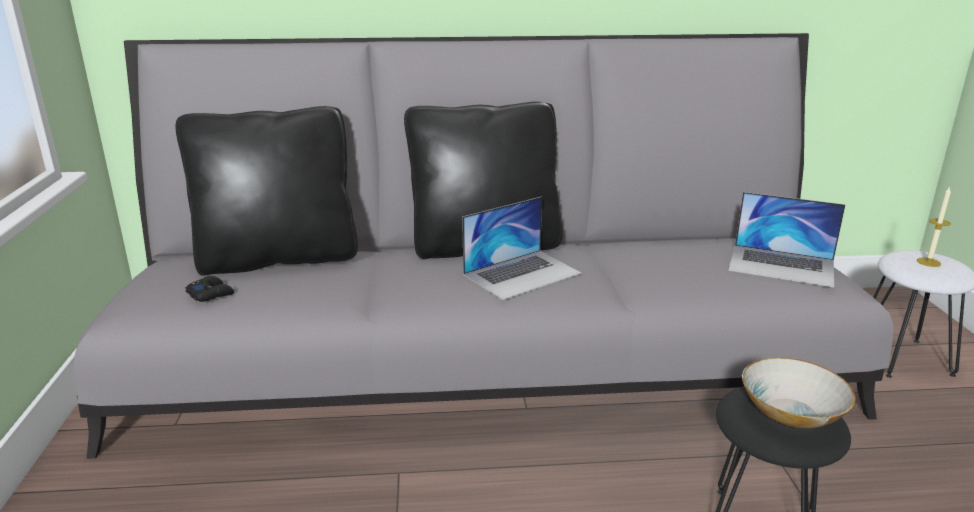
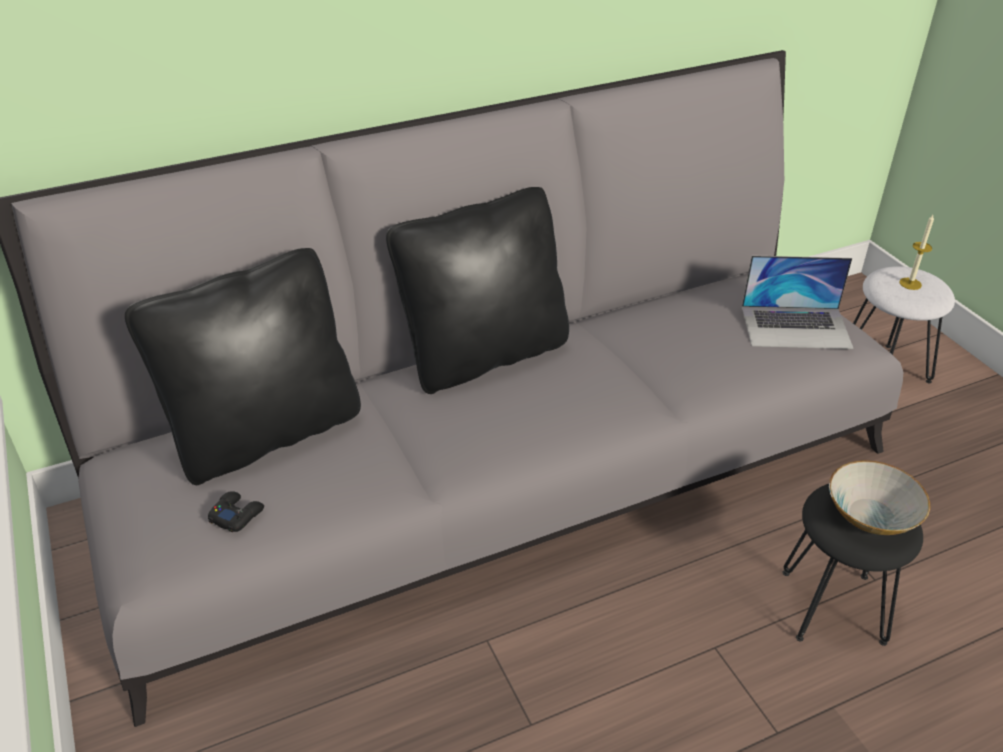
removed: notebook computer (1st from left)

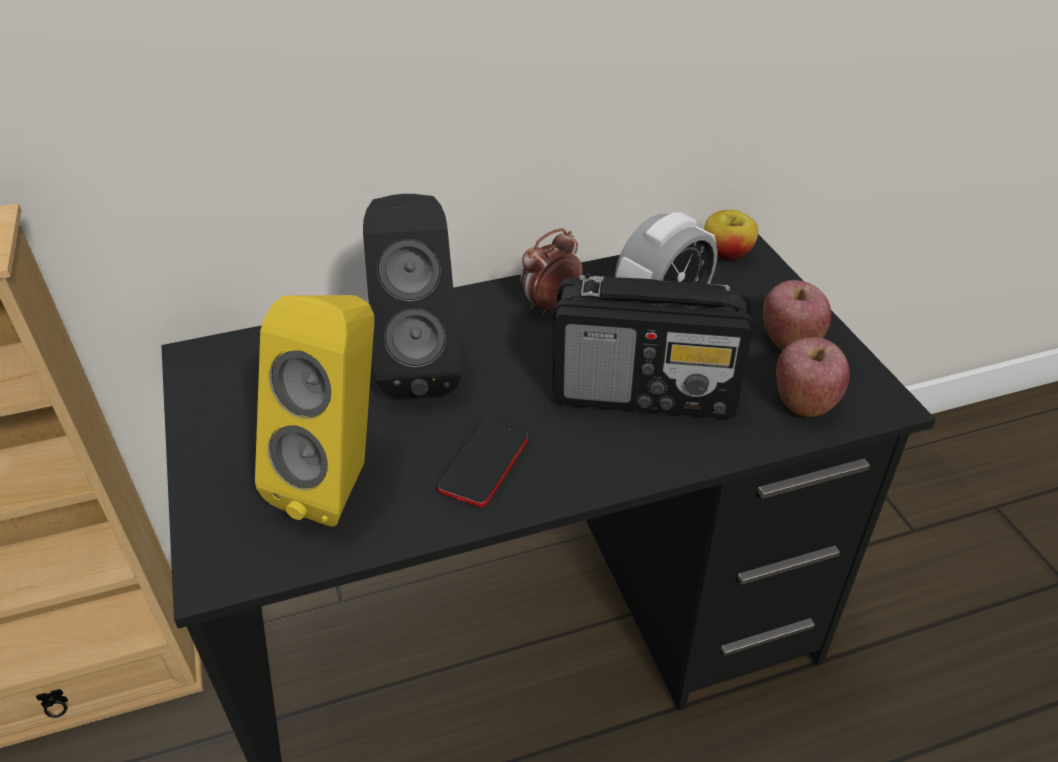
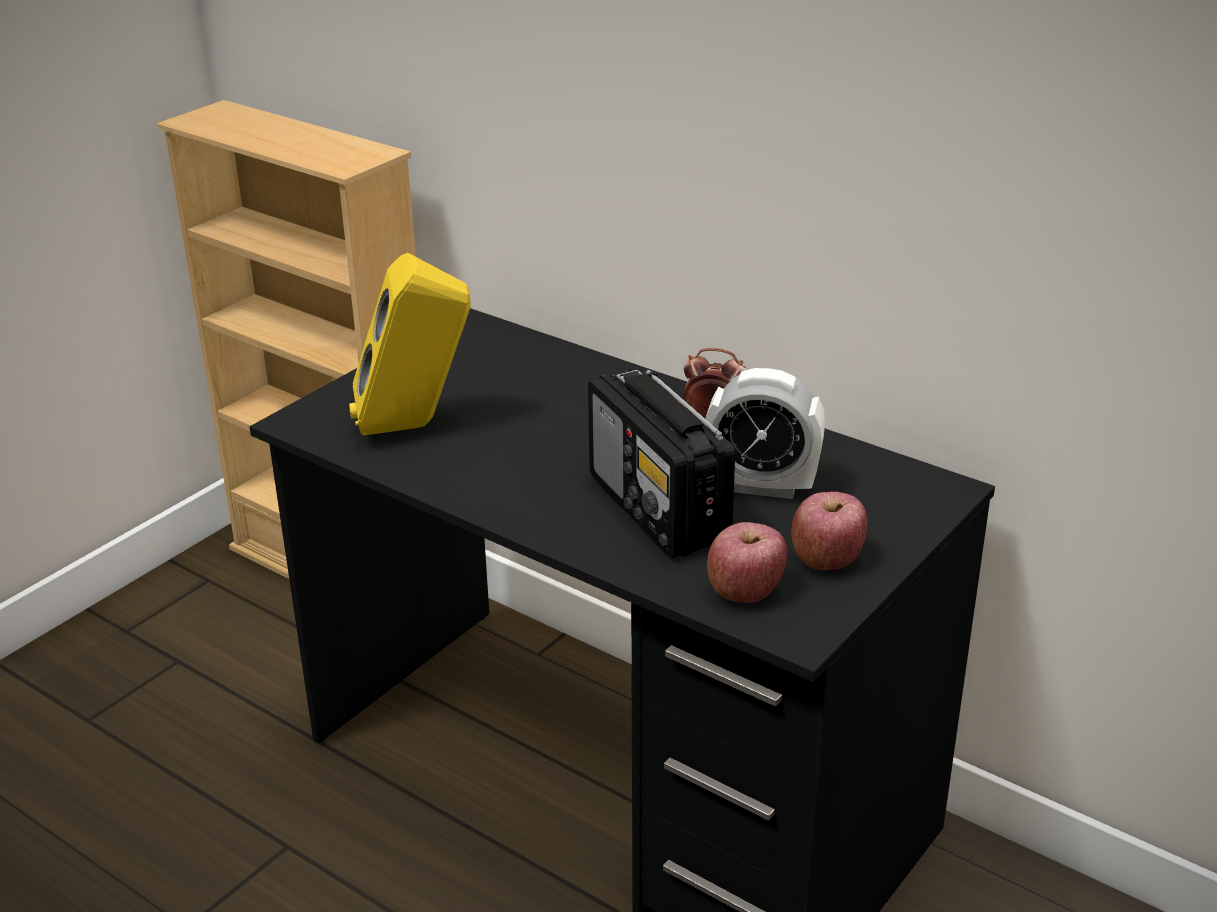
removed: audio speaker/black-coloured; telephone; whole apple (1st from left)

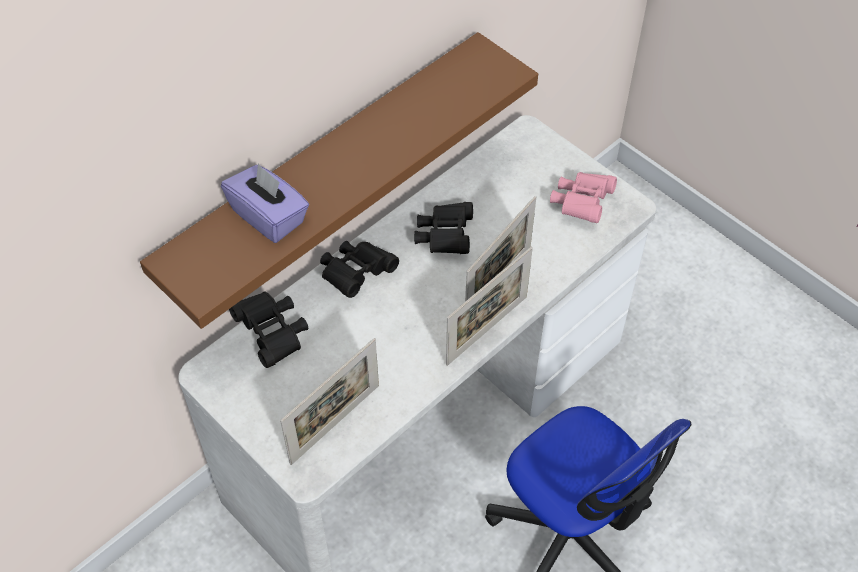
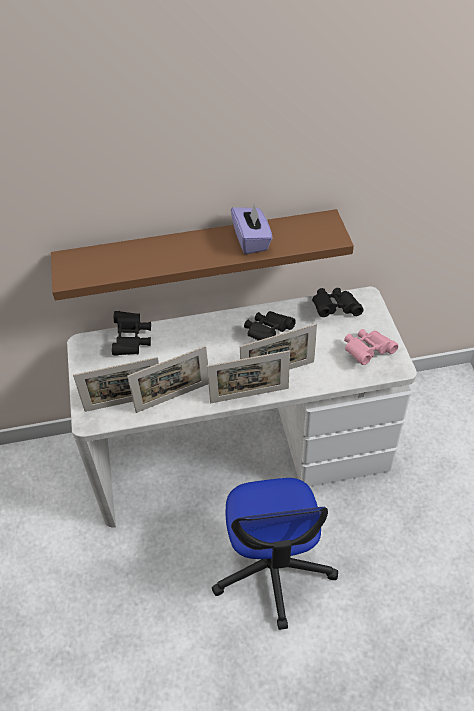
added: standing frame (2nd from left)
moved: tissue box/purplish; binoculars/black-coloured (2nd from left in the first image) to binoculars/black-coloured (3rd from left)

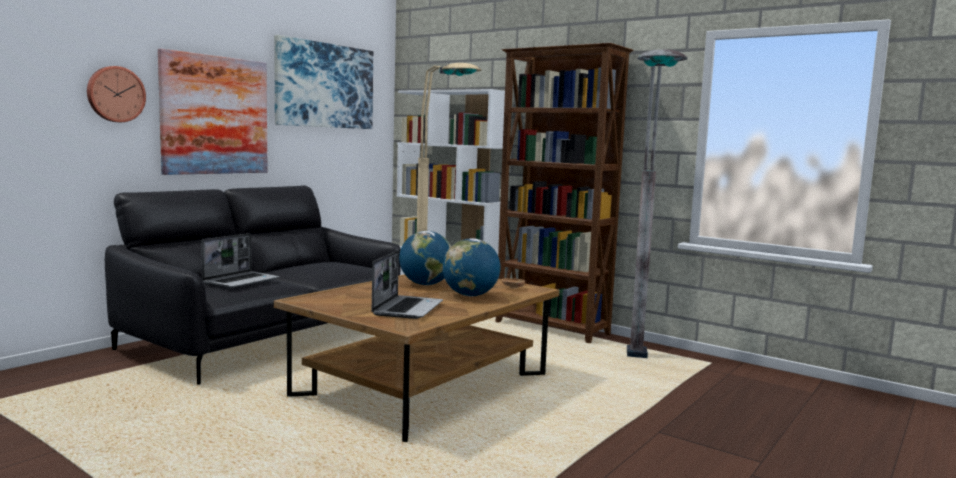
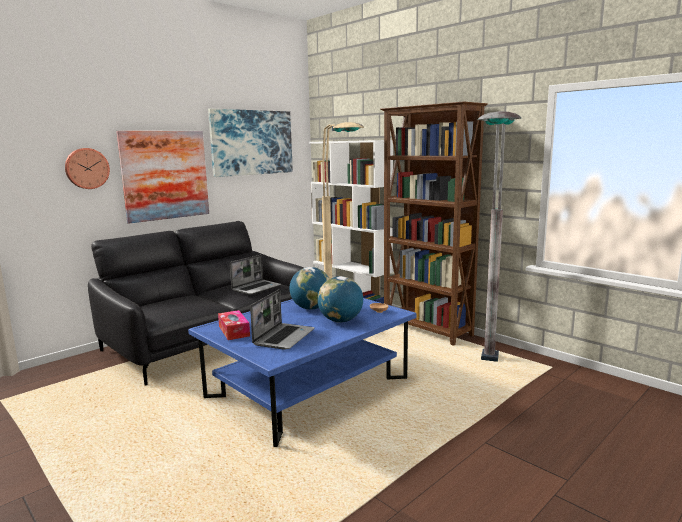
added: tissue box
moved: notebook computer (1st from left)
recoloured: coffee table/brownish to coffee table/blue

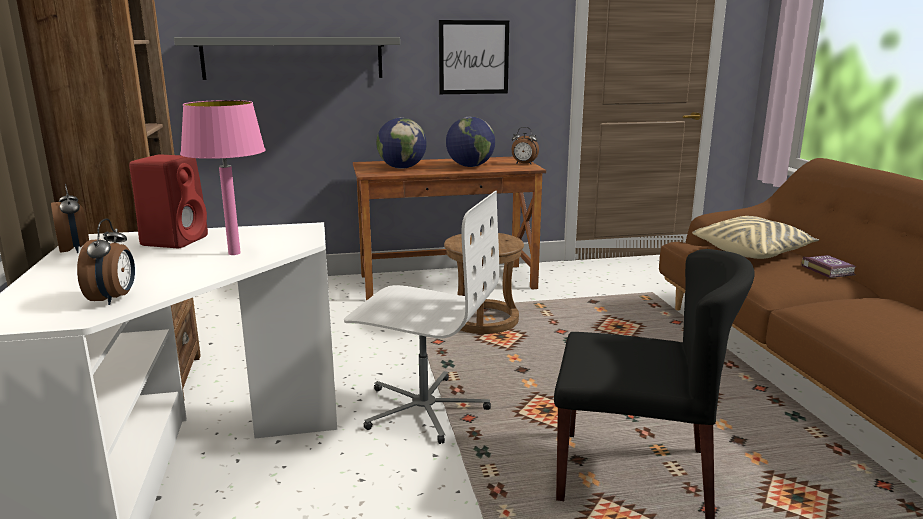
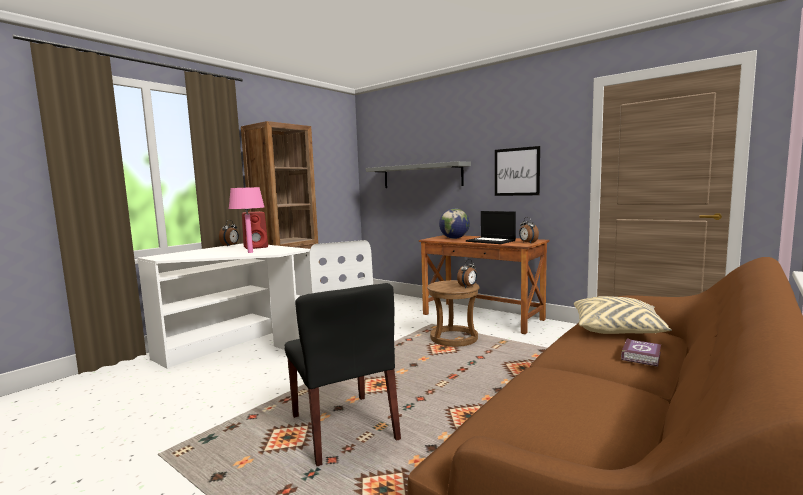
moved: table clock (2nd from left)
replaced: desk globe (2nd from left) to notebook computer

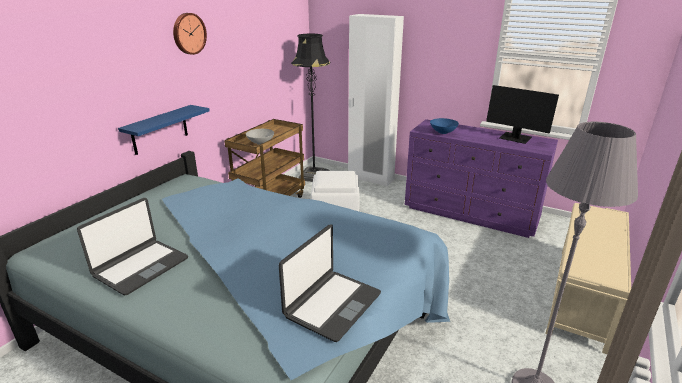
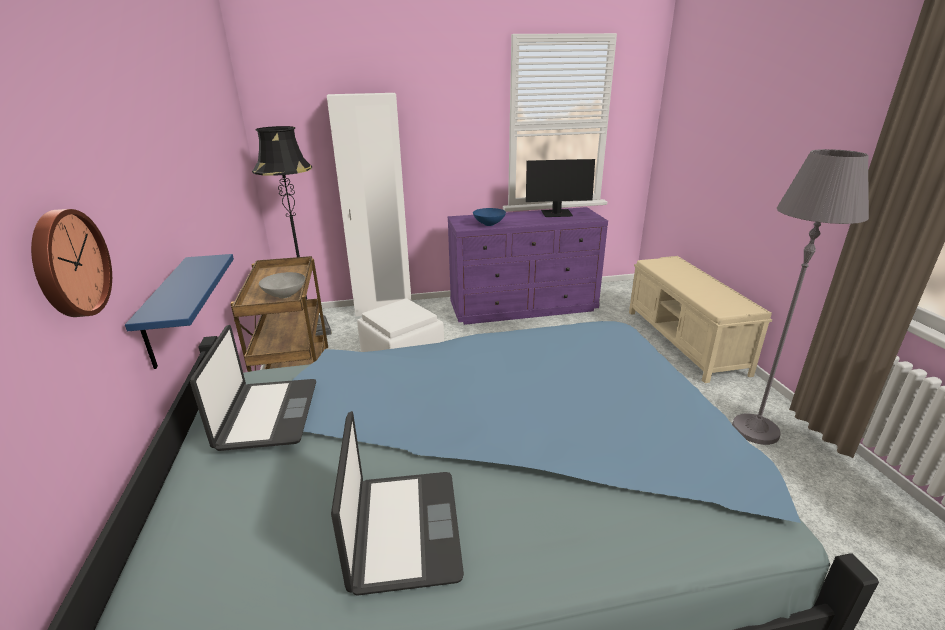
moved: hanging clock; notebook computer (2nd from left in the first image) to notebook computer (1st from left)

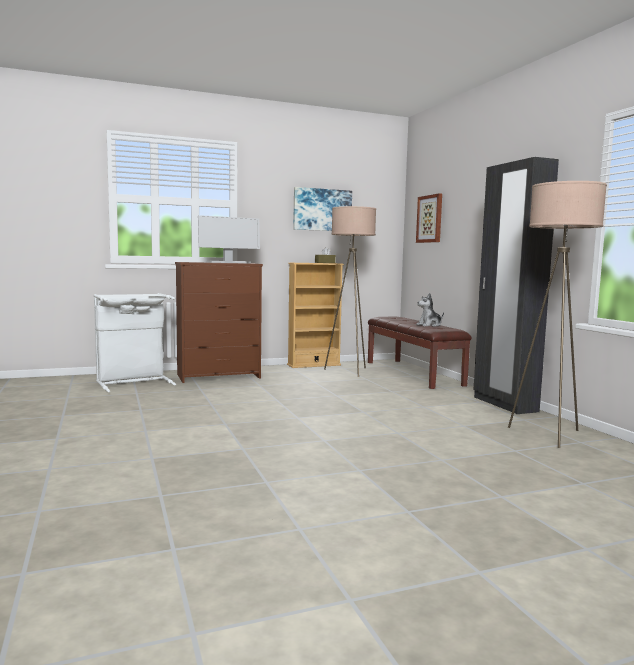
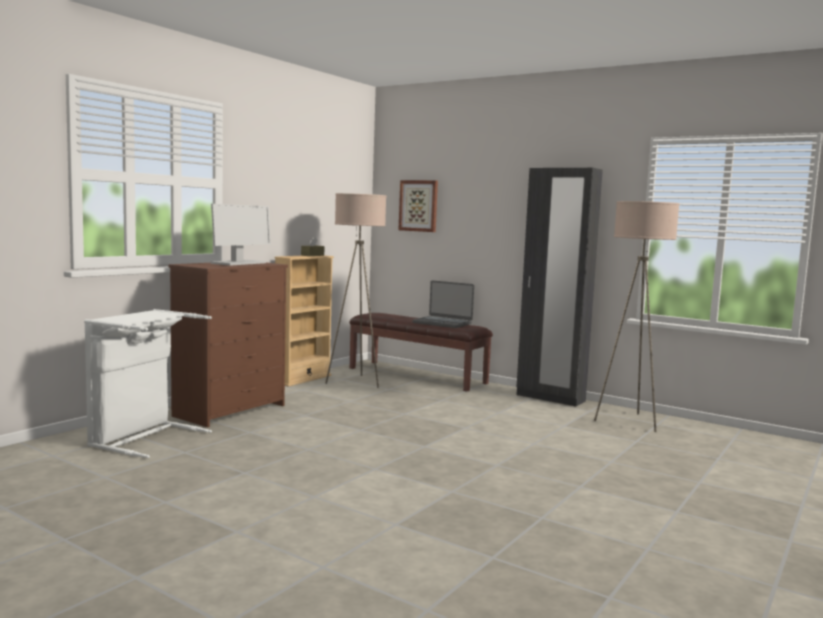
removed: picture (1st from left)
replaced: plush toy to notebook computer

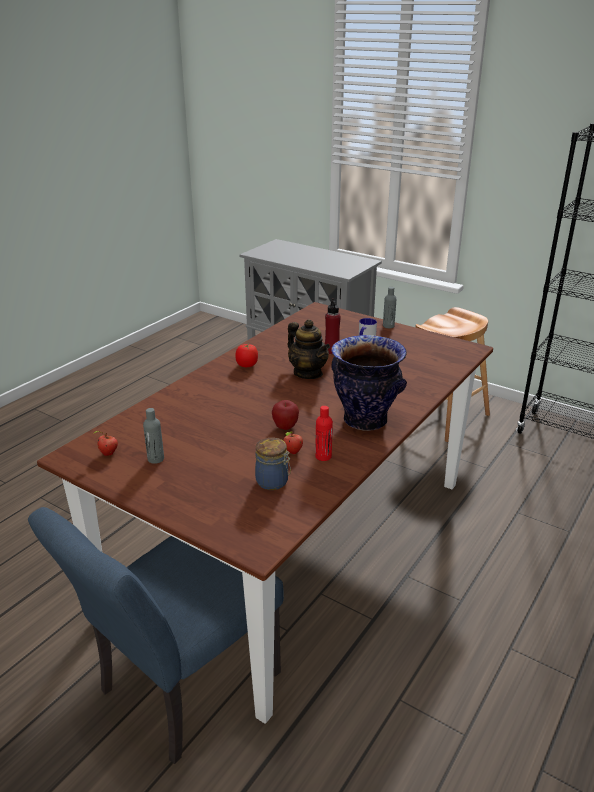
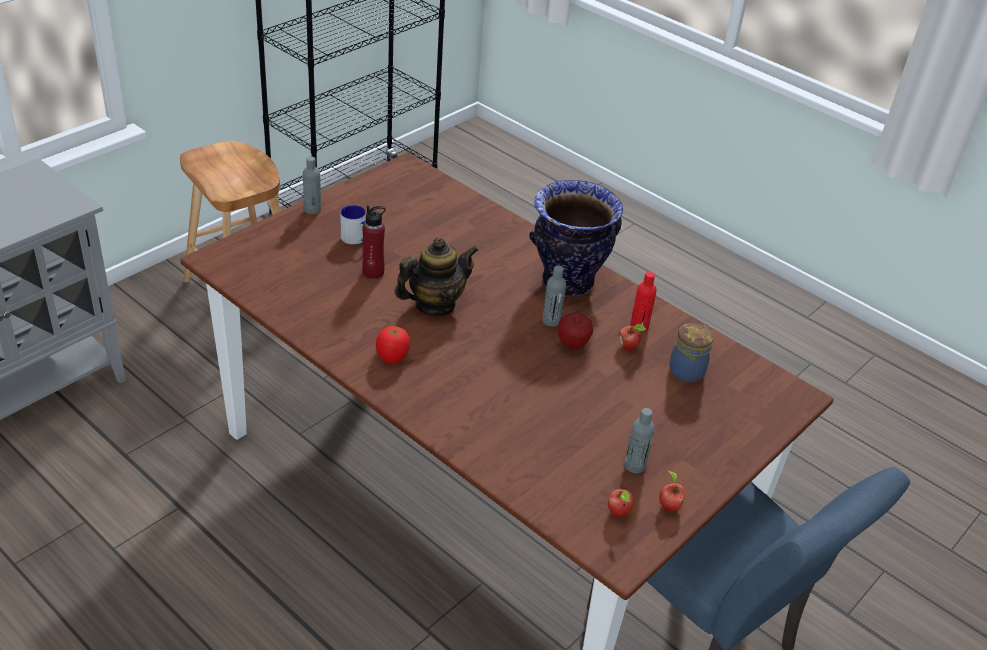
added: bottle/grey (2nd from left); whole apple (4th from left)

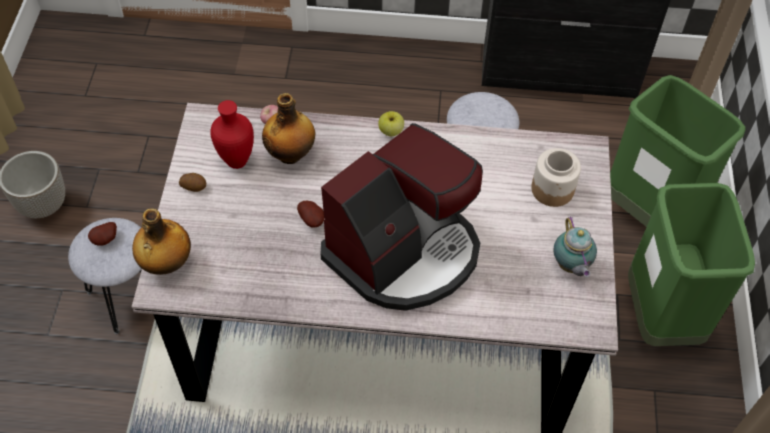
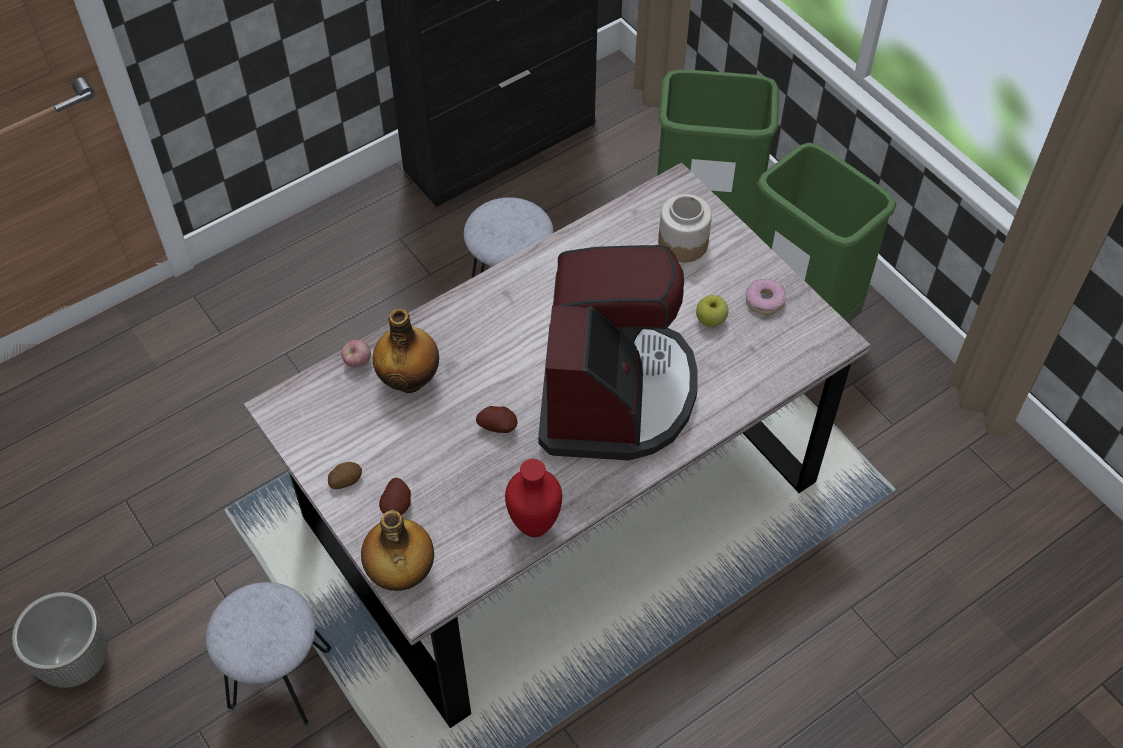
moved: potato (1st from left in the first image) to potato (2nd from left); vase/red-coloured; whole apple (2nd from left)
replaced: teapot to donut

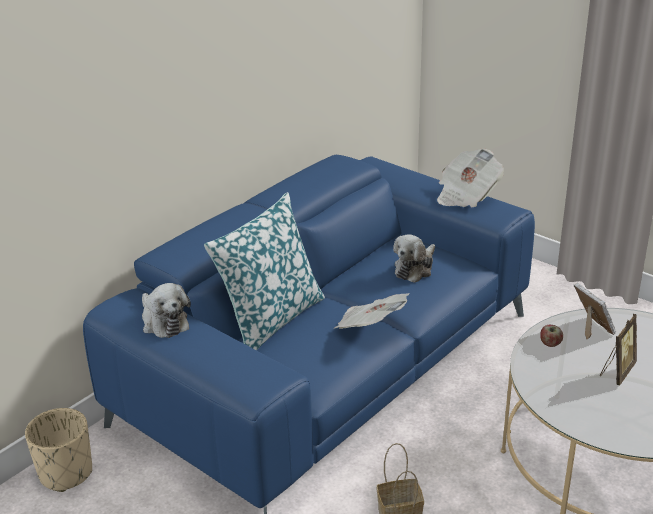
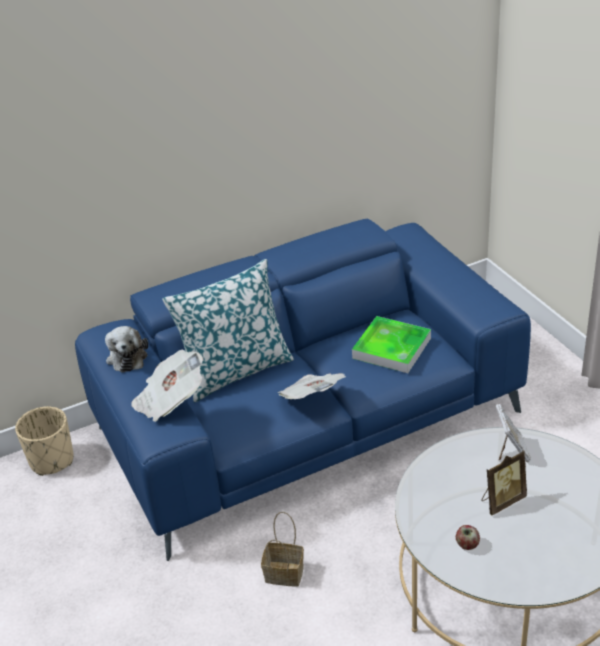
moved: newspaper (2nd from left in the first image) to newspaper (1st from left); whole apple
replaced: plush toy (2nd from left) to carrying tray

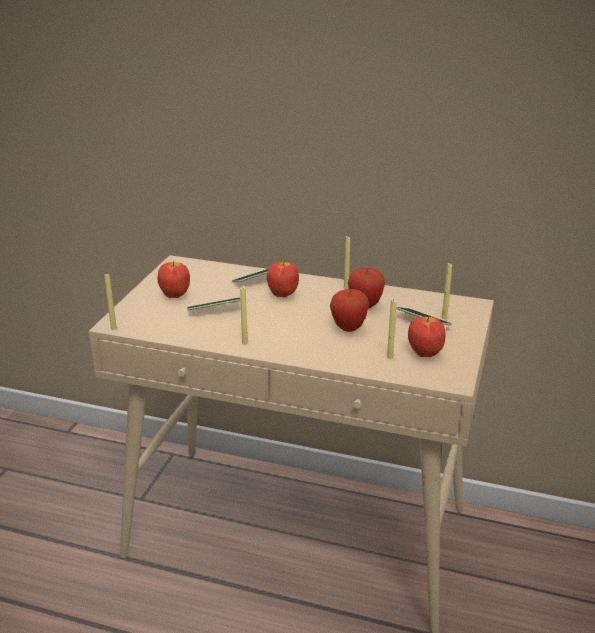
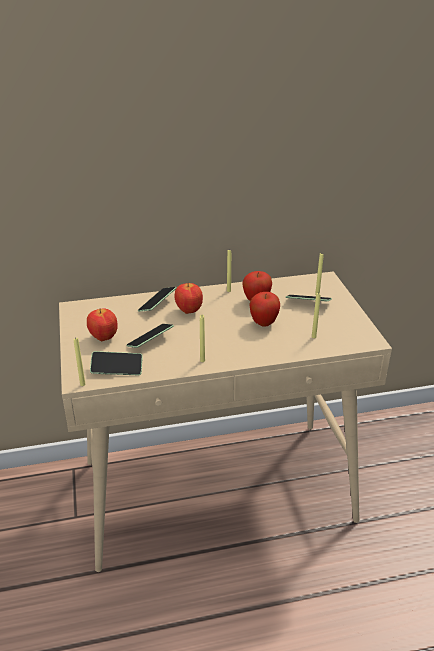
removed: whole apple (5th from left)
added: telephone (1st from left)

